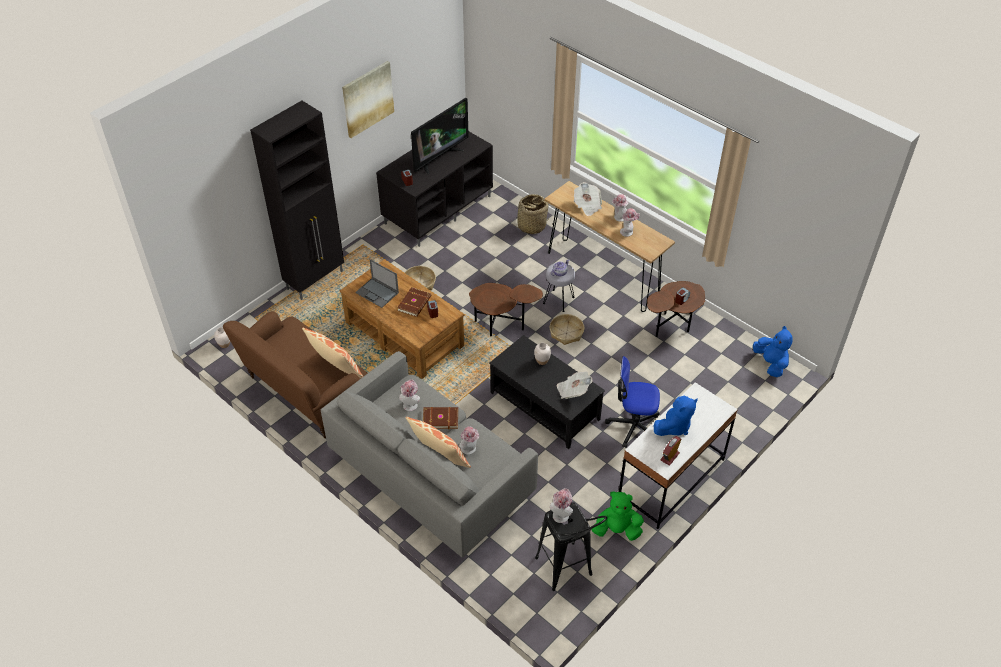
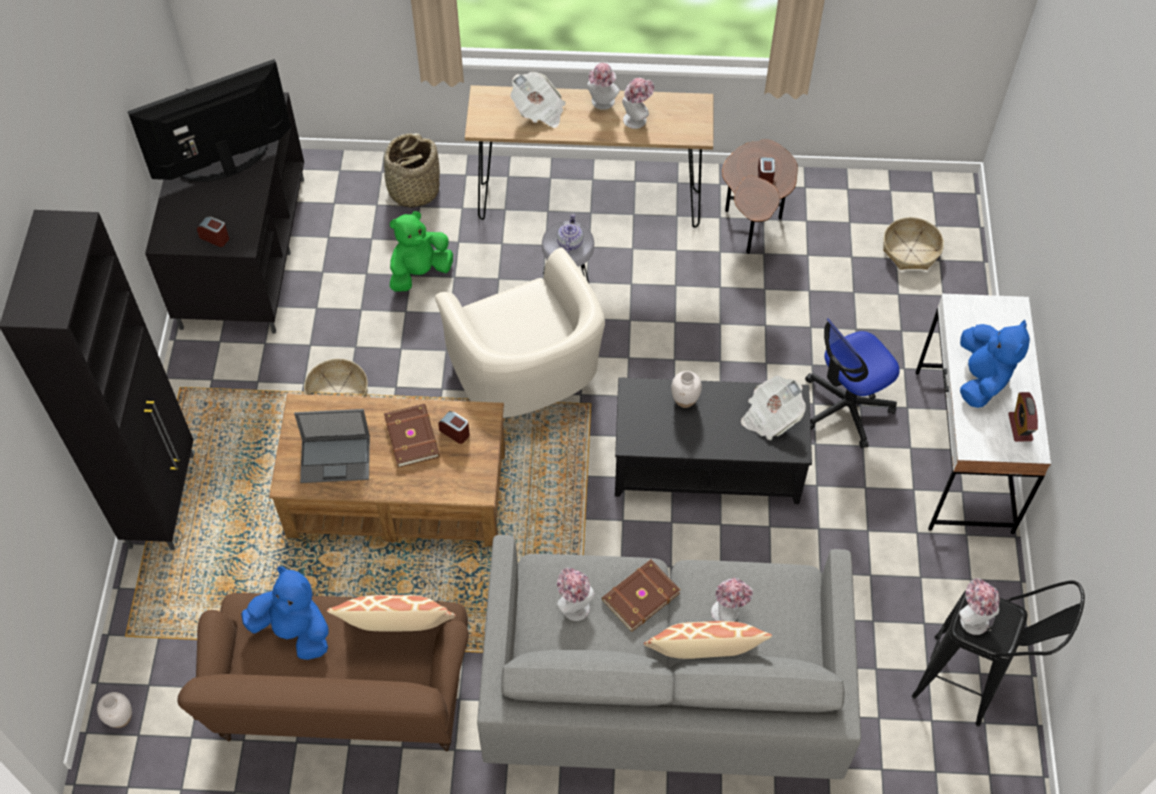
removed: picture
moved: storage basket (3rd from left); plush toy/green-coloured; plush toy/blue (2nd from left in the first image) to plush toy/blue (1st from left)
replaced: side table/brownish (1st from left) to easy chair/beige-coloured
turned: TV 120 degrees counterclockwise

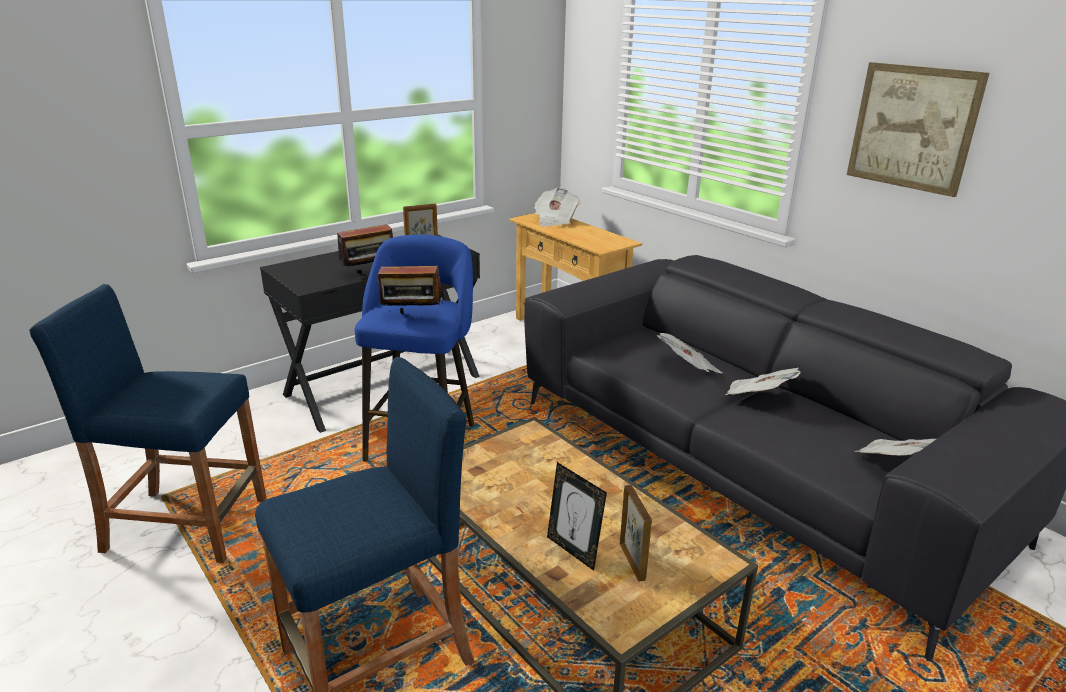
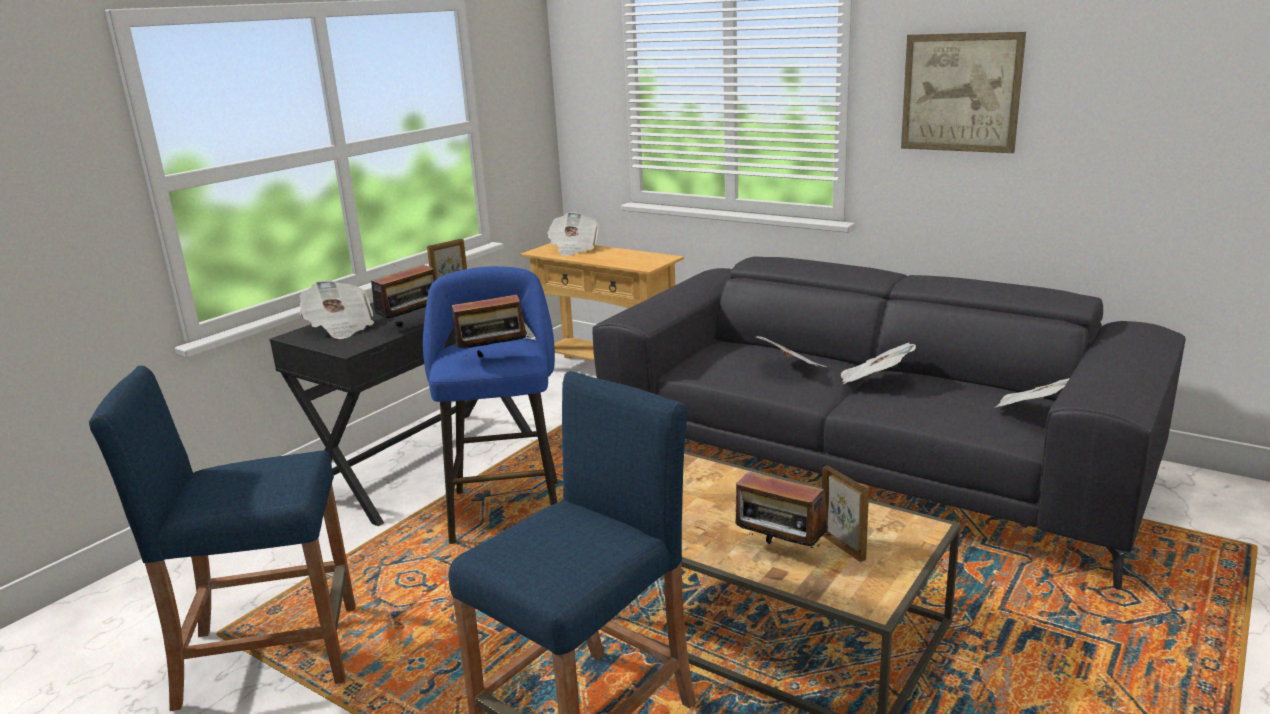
added: newspaper (1st from left)
replaced: standing frame (2nd from left) to radio receiver (3rd from left)

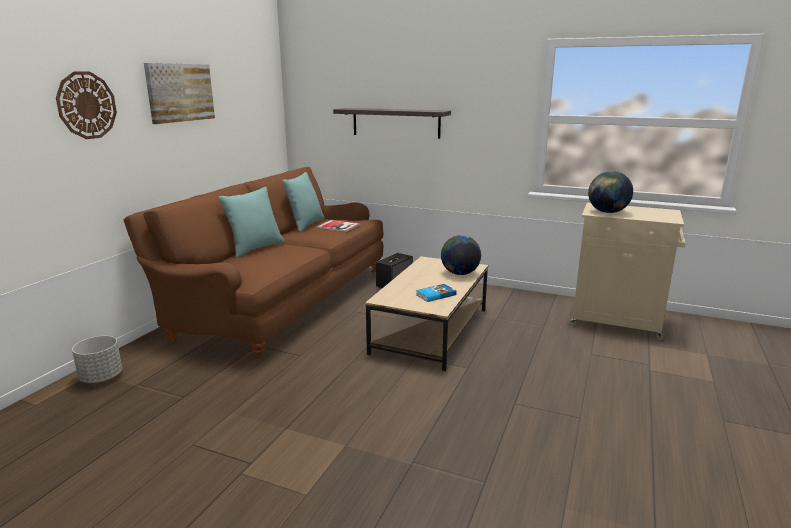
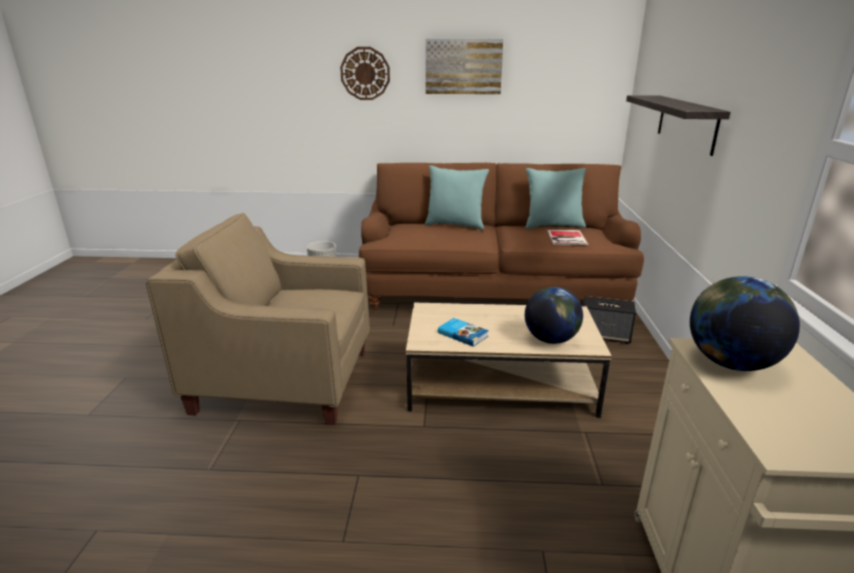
added: easy chair/beige-coloured

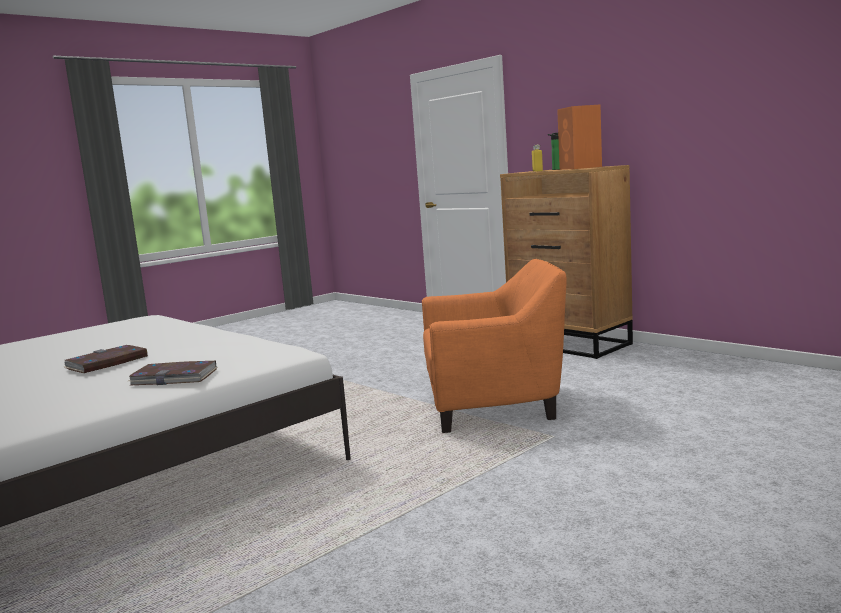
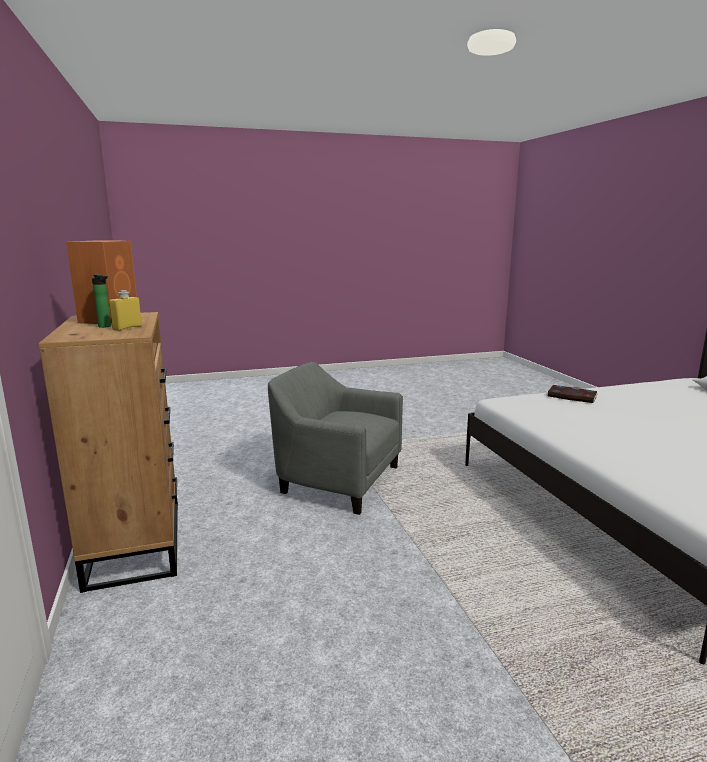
removed: book (1st from left)
recoloured: easy chair/orange-coloured to easy chair/grey

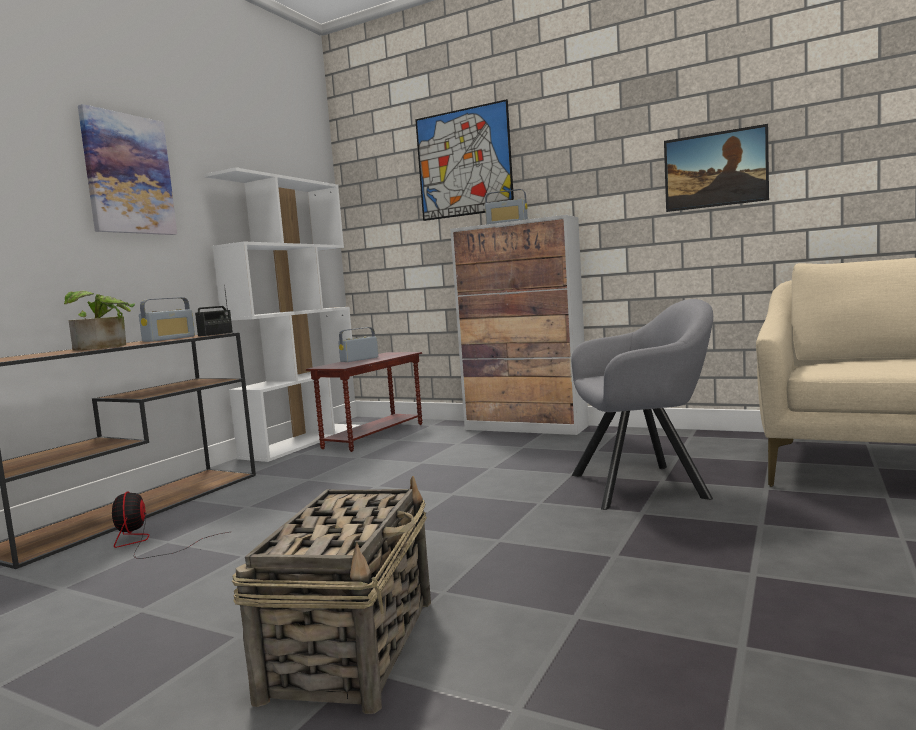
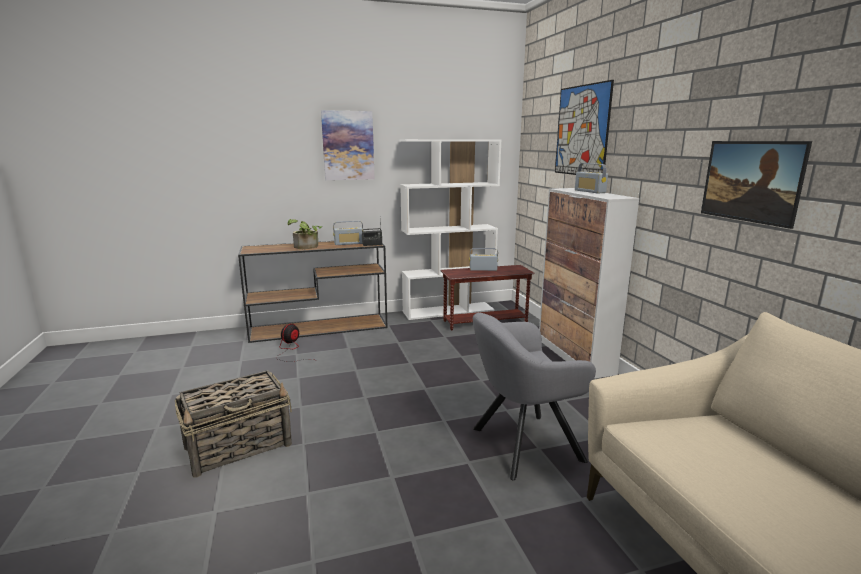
turned: easy chair/grey 120 degrees clockwise

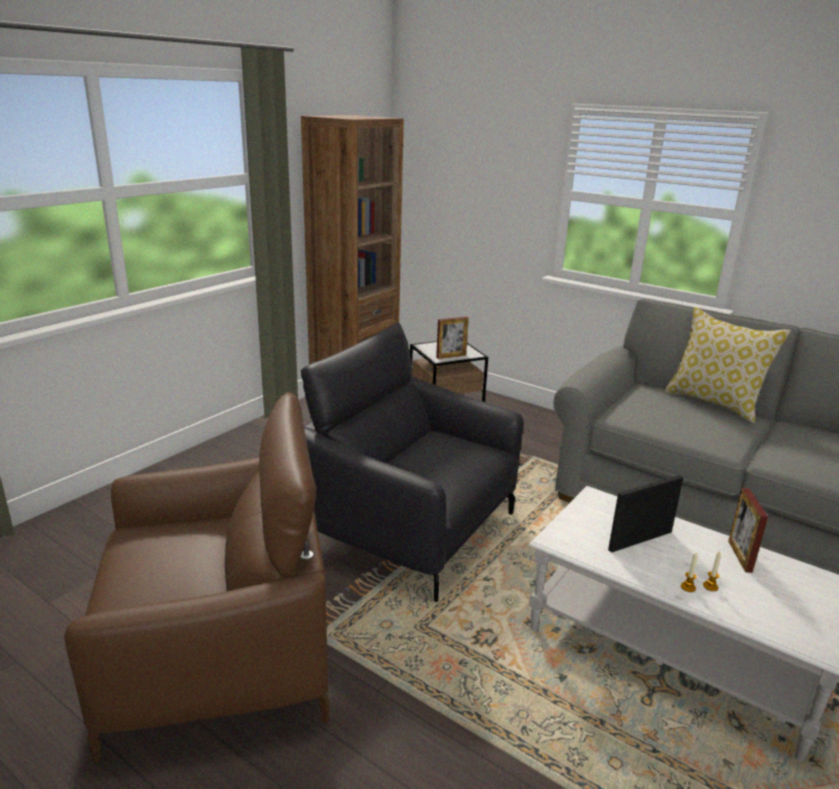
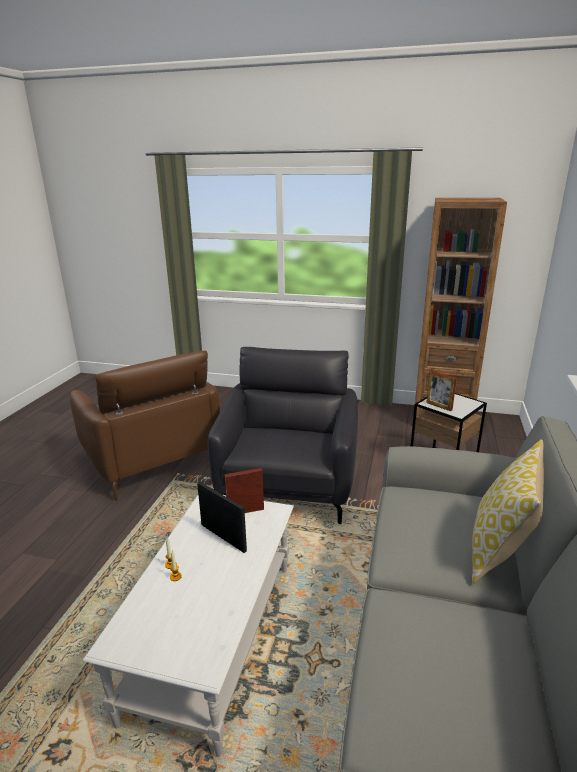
moved: standing frame (3rd from left in the first image) to standing frame (2nd from left)

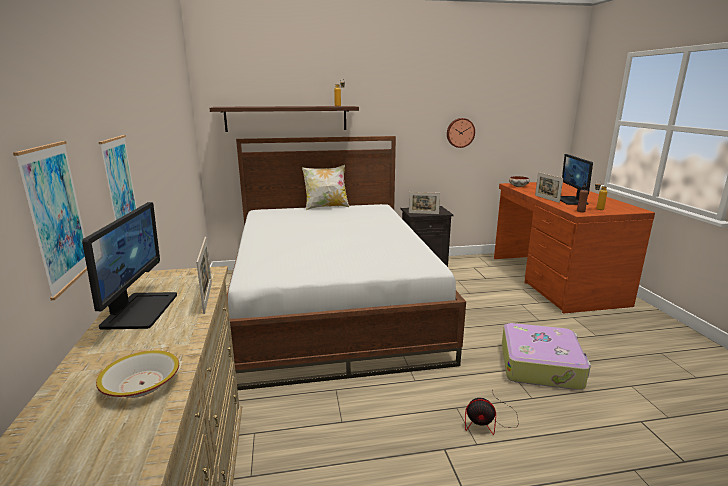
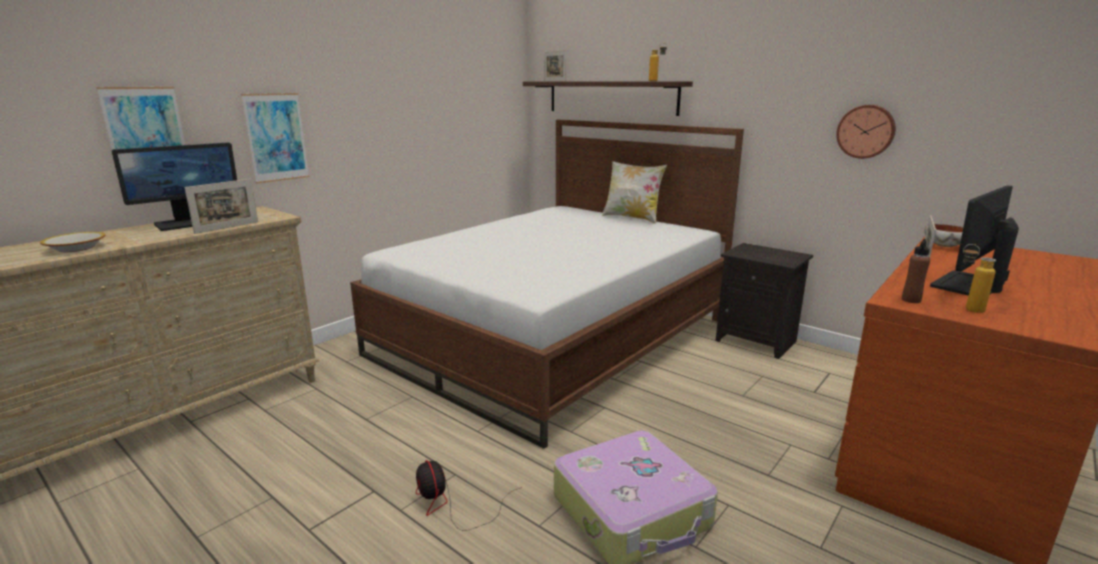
moved: standing frame (2nd from left)

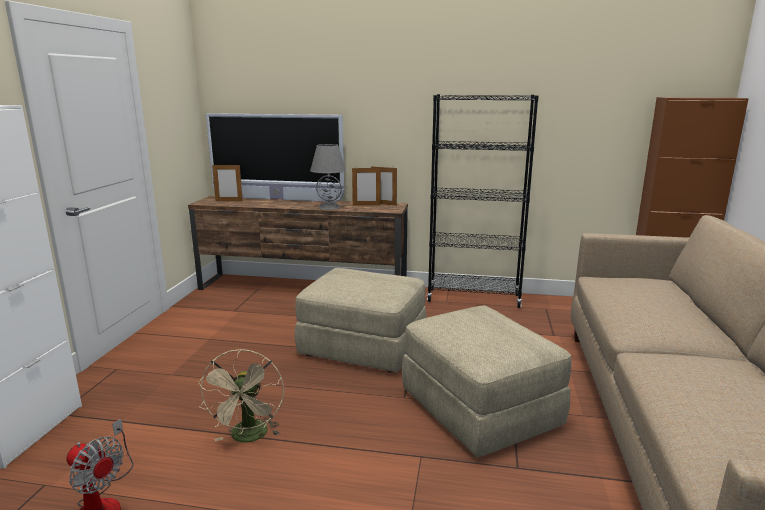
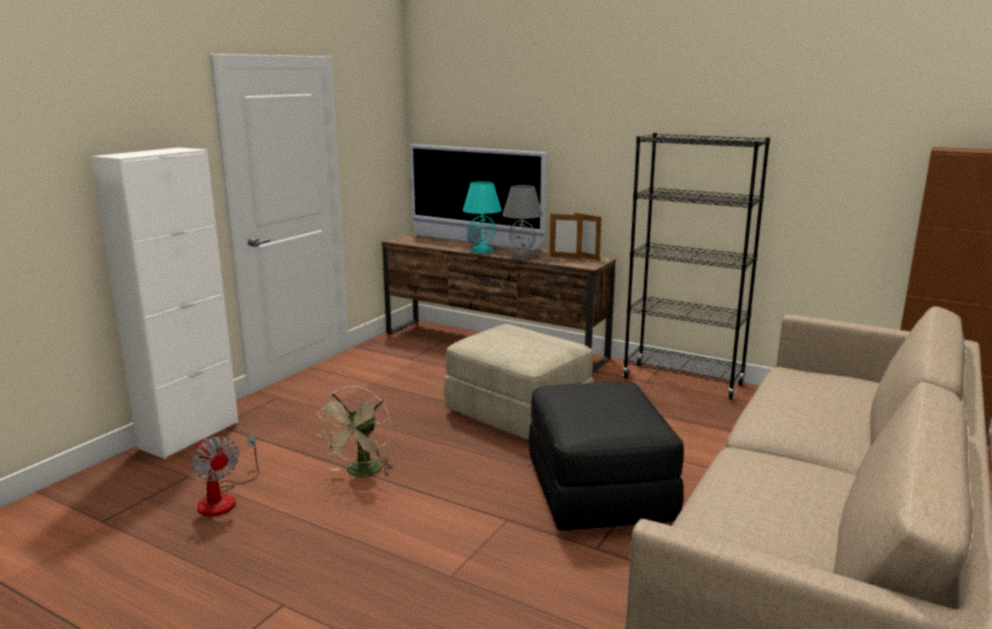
removed: standing frame (1st from left)
added: tabletop lamp/turquoise
recoloured: footrest/beige-coloured (2nd from left) to footrest/black-coloured

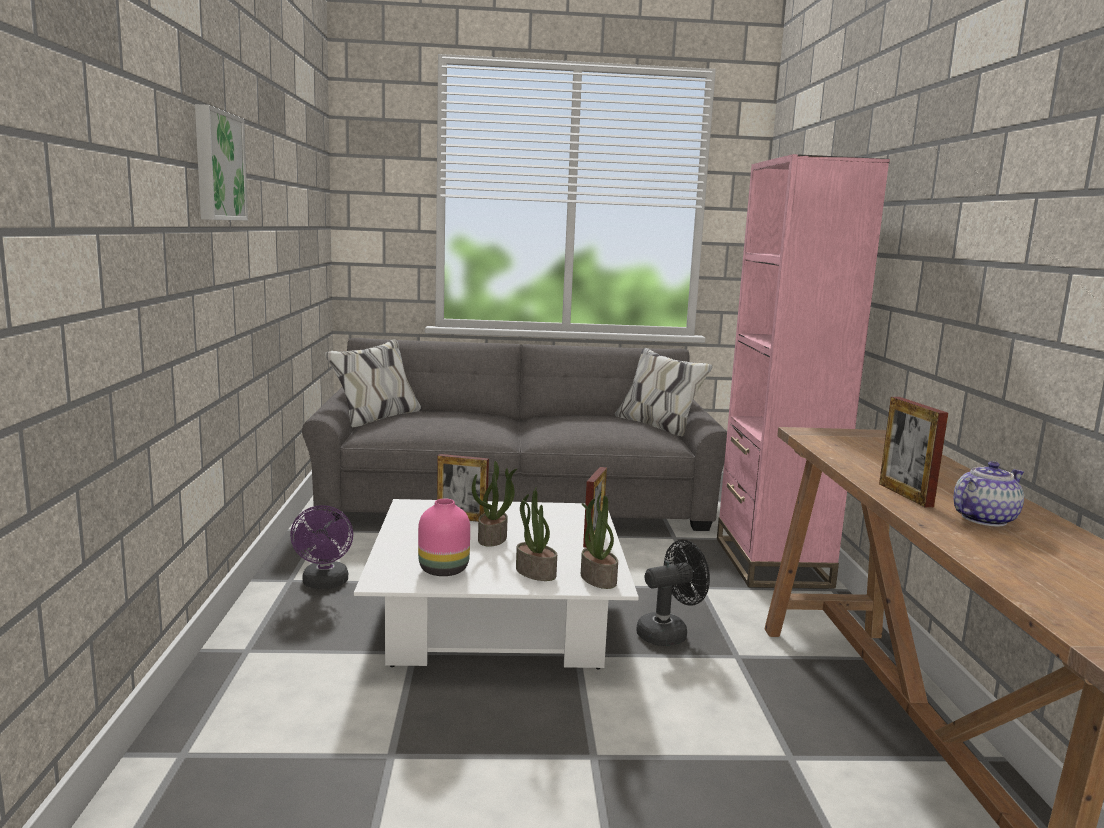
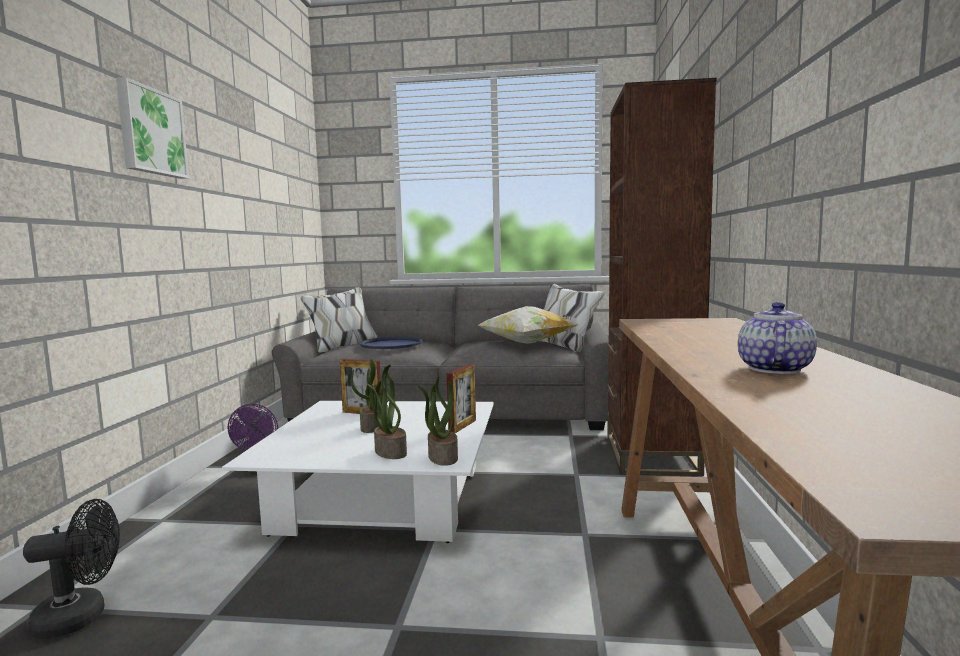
removed: vase/pink-coloured; standing frame (3rd from left)
added: carrying tray/blue; cushion
moved: fan/black-coloured
recoloured: bookcase/pink-coloured to bookcase/brownish
turned: teapot 45 degrees counterclockwise

